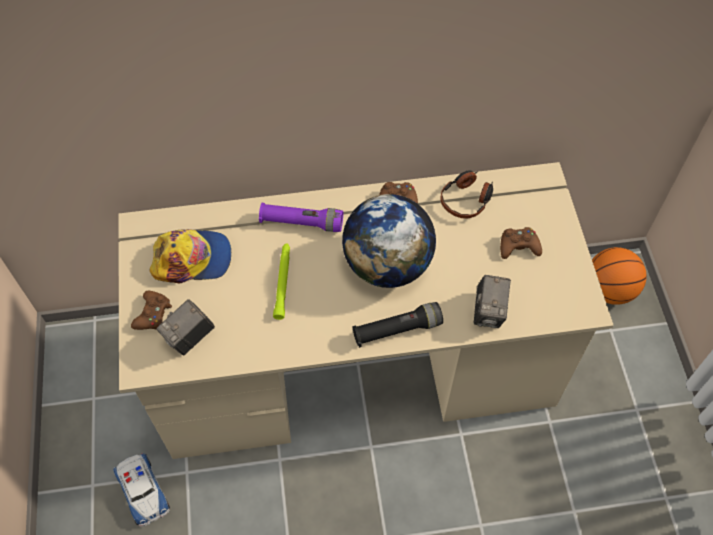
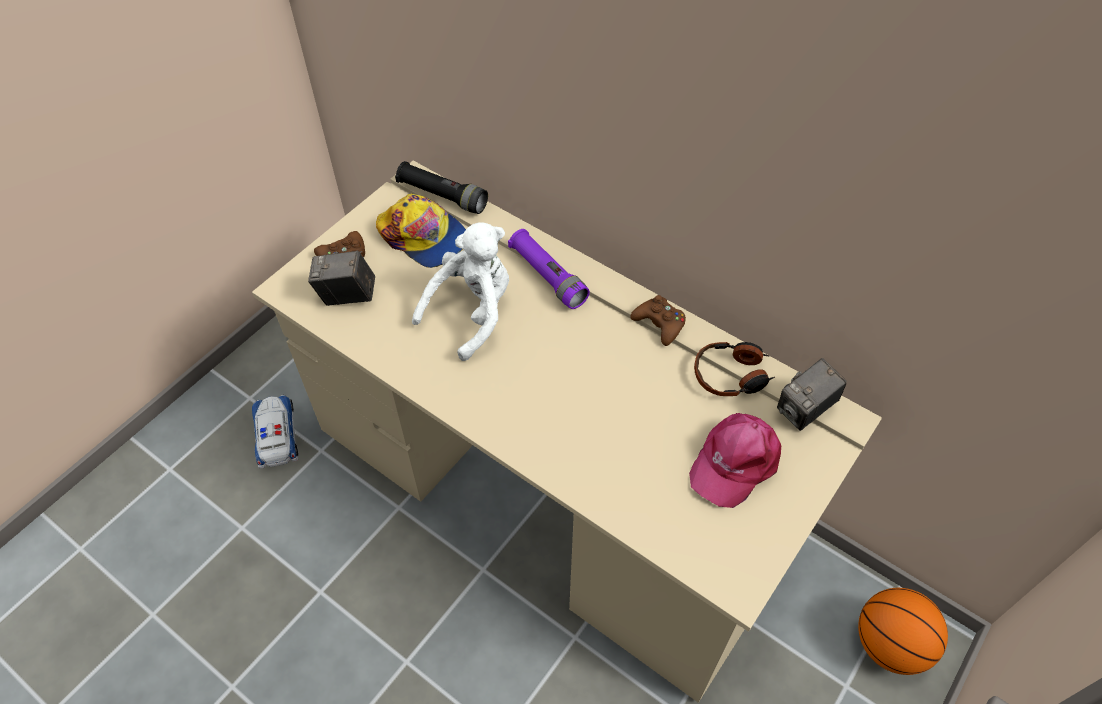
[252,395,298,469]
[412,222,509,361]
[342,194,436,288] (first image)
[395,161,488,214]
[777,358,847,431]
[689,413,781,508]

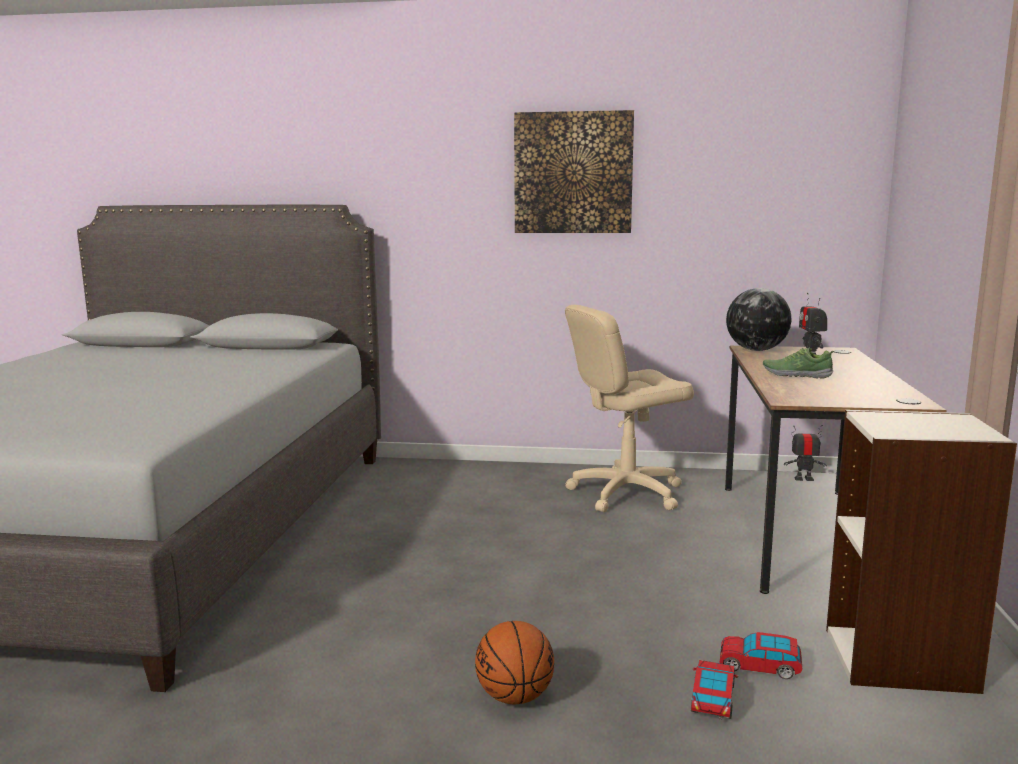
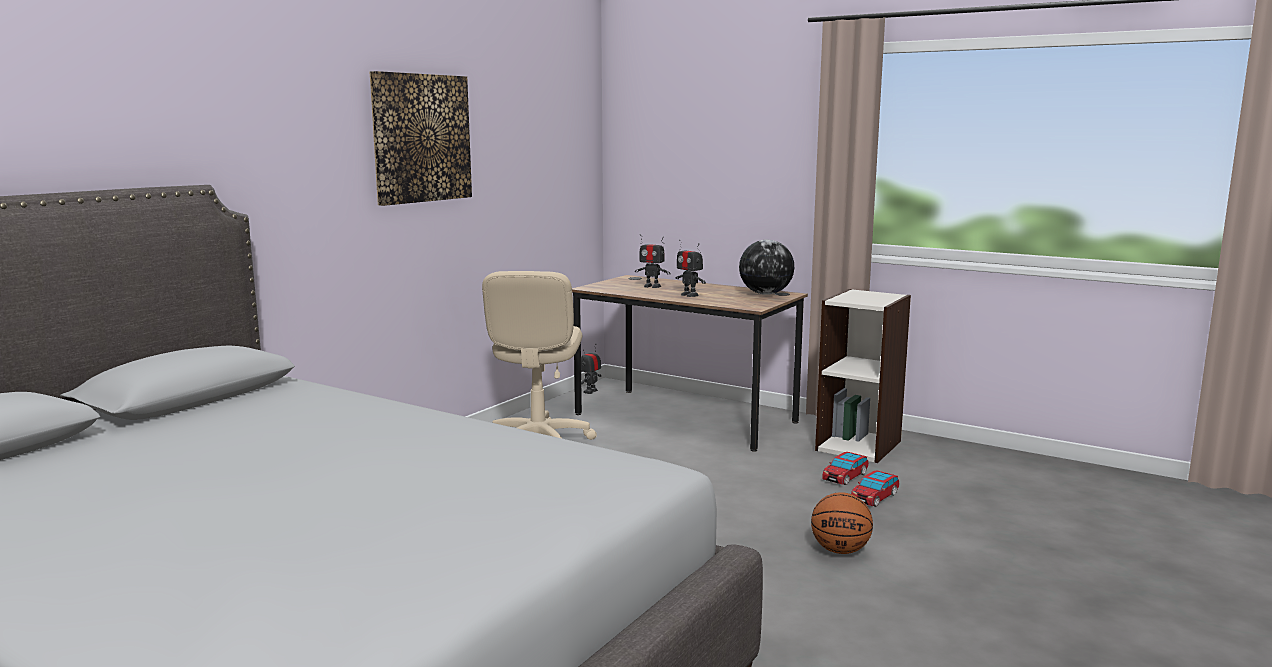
[851,470,899,507]
[739,240,794,295]
[675,240,706,297]

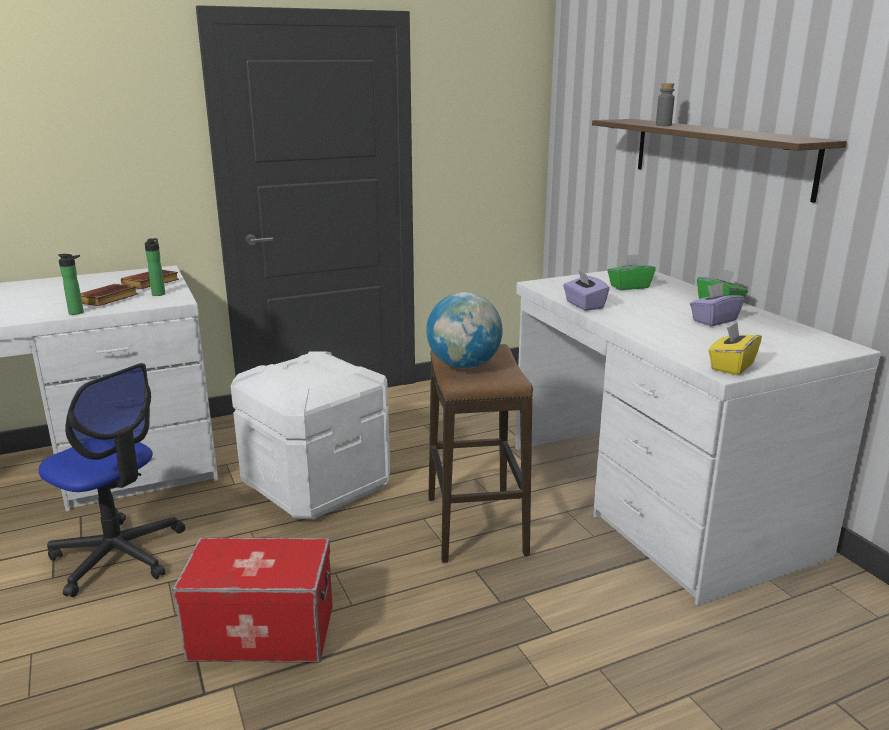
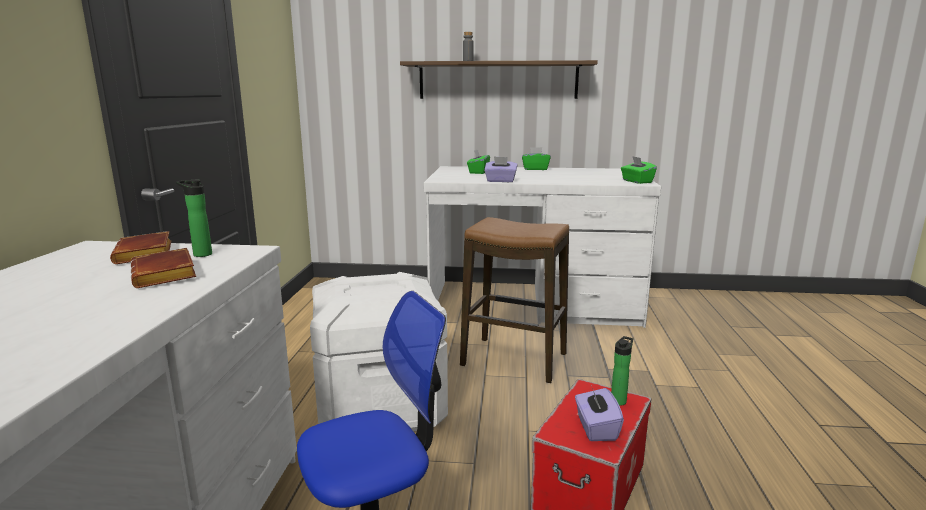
[611,336,633,405]
[426,292,502,369] (first image)
[575,385,624,441]
[621,156,657,184]

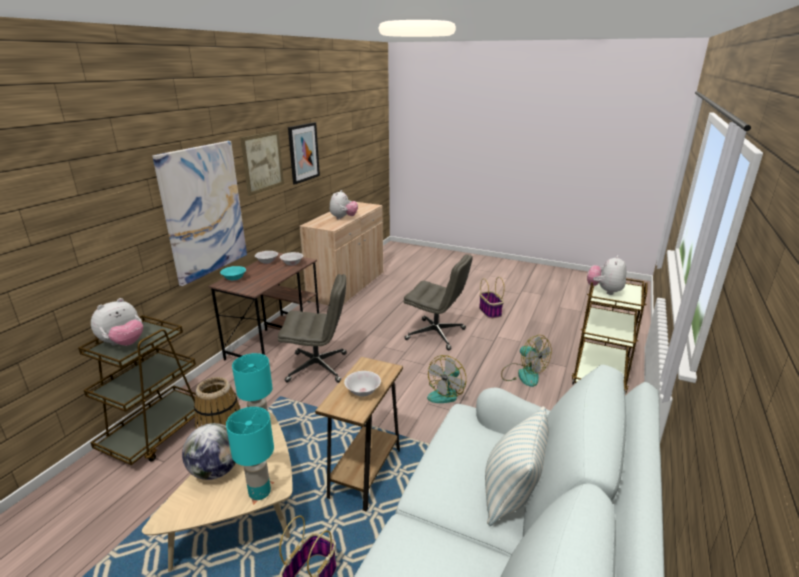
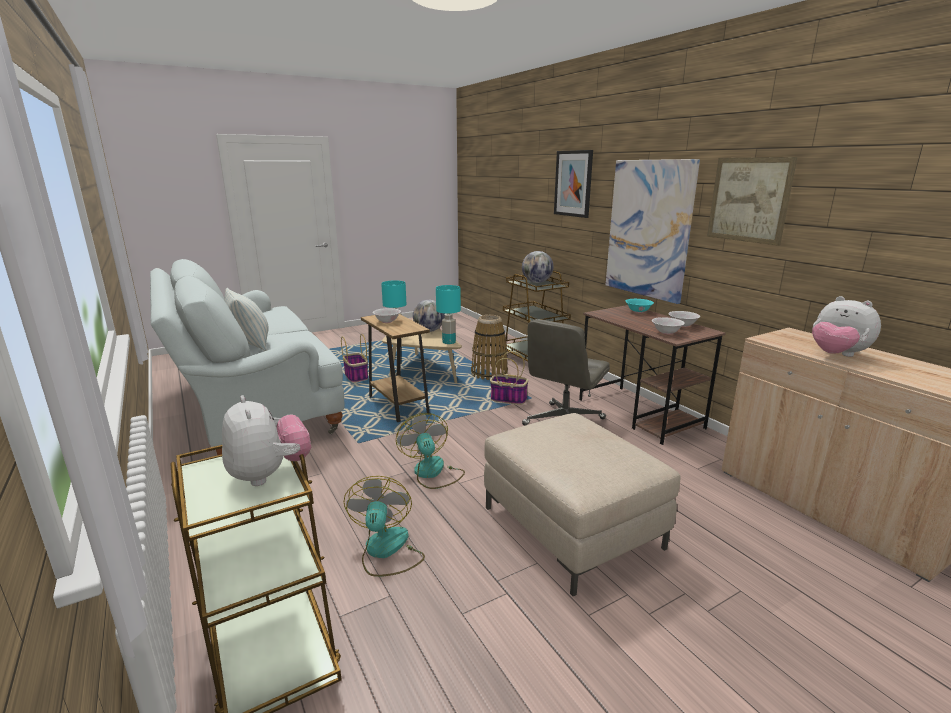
[522,251,553,283]
[554,150,593,218]
[484,413,680,597]
[490,351,528,405]
[344,476,425,577]

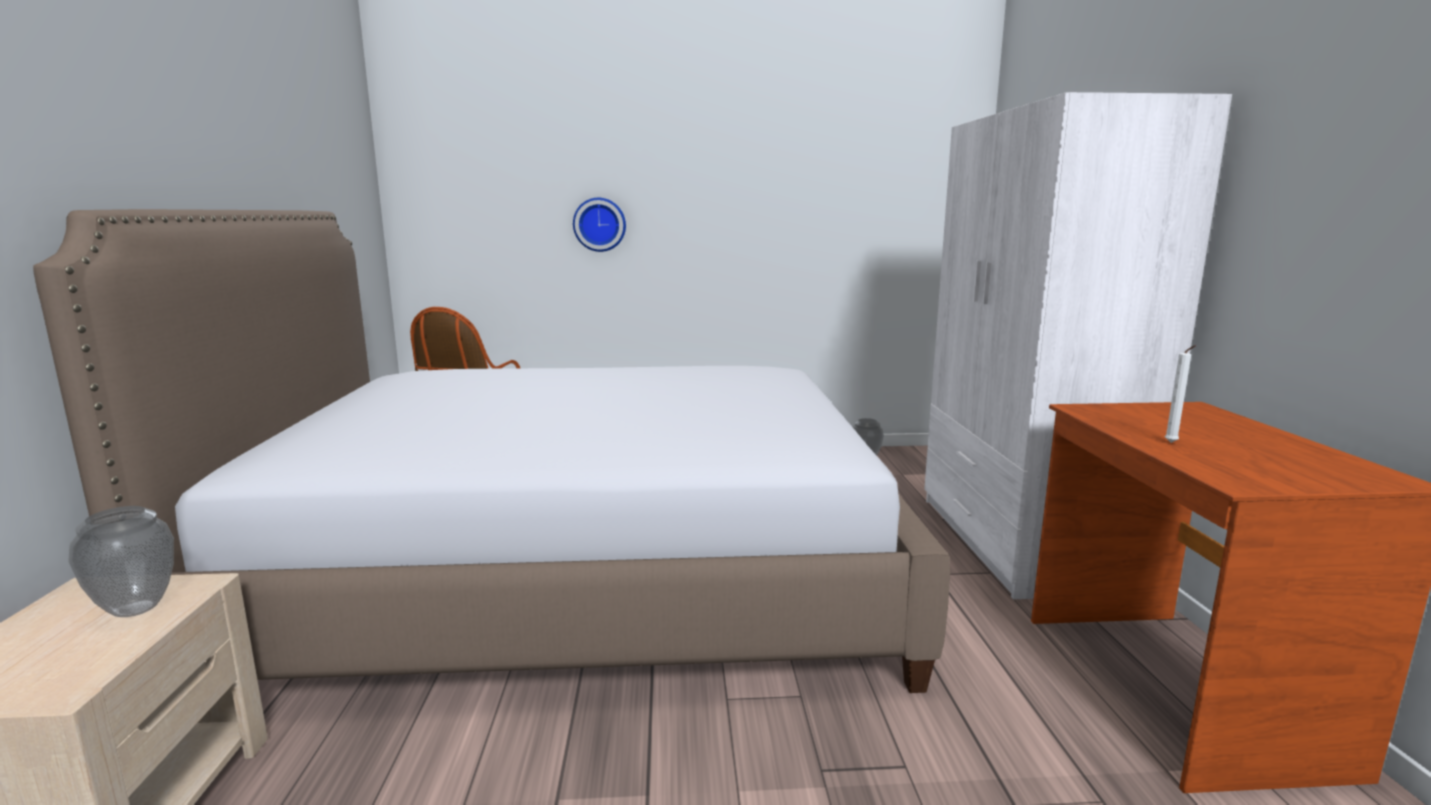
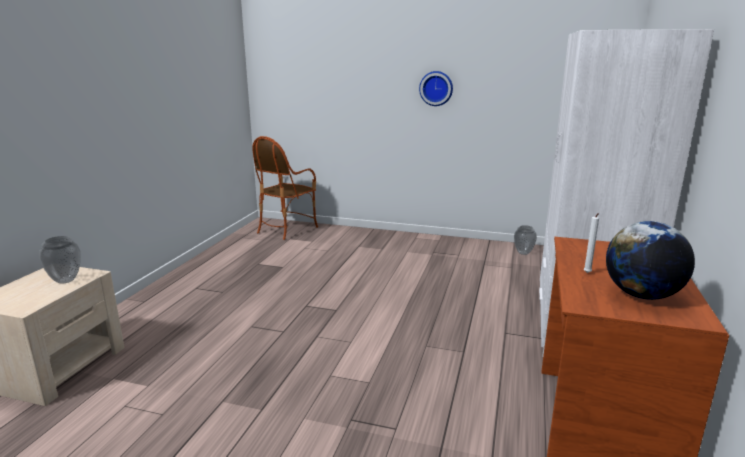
[33,209,950,693] (first image)
[419,71,453,106]
[606,221,695,300]

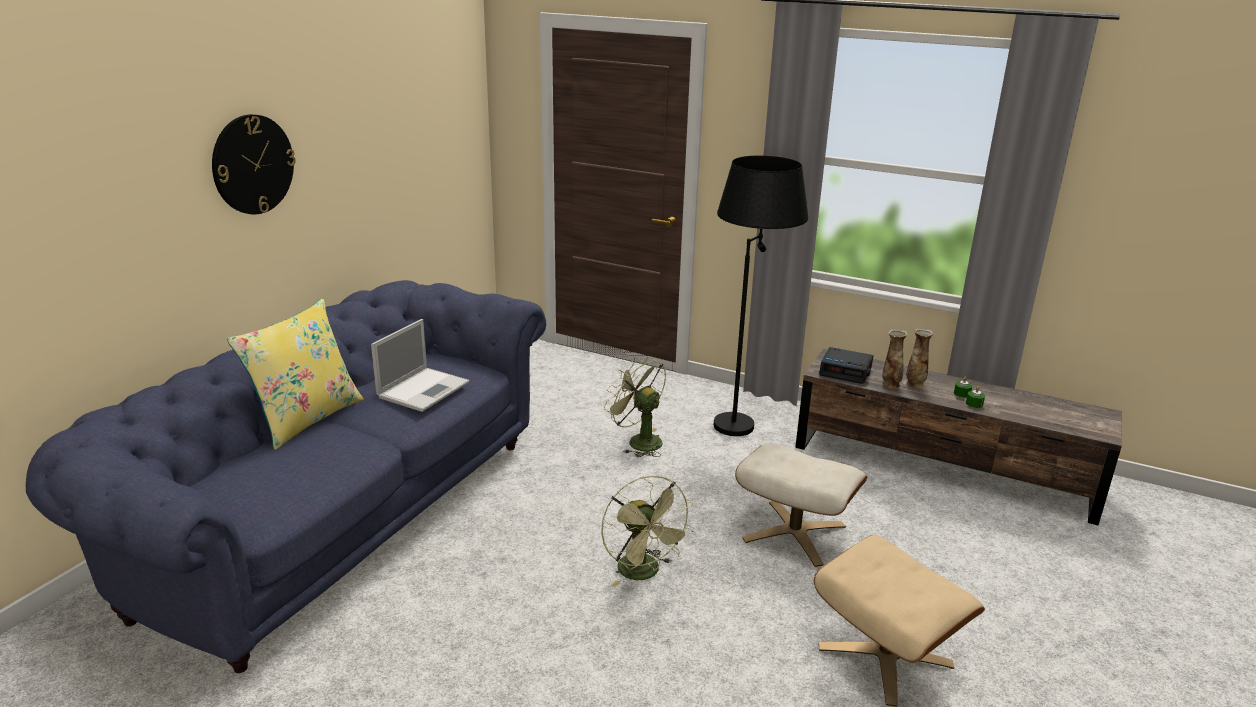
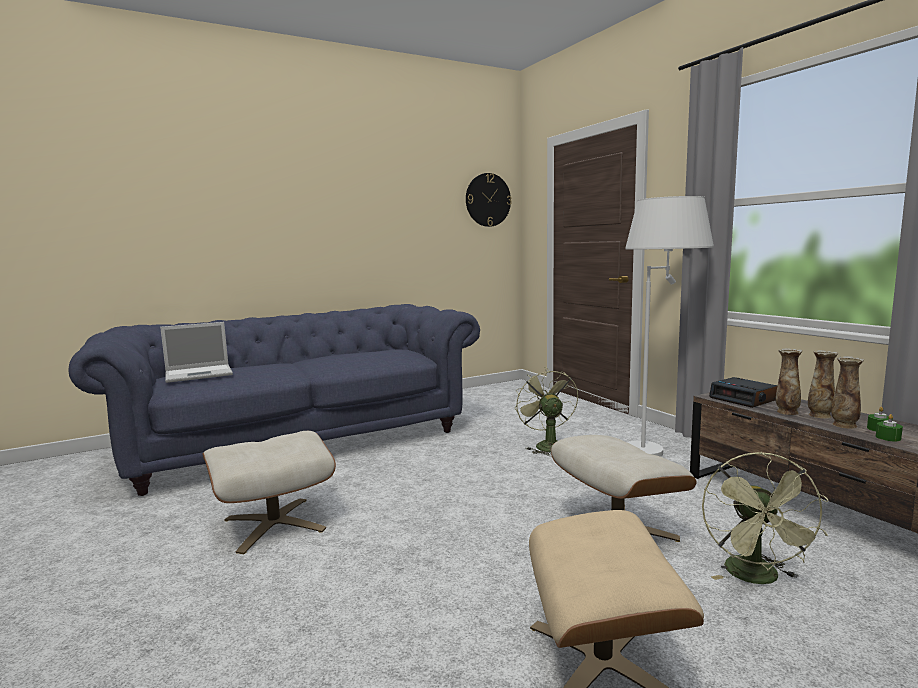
[466,173,512,227]
[227,299,363,450] (first image)
[160,322,233,383]
[702,452,829,584]
[625,196,714,457]
[202,431,336,554]
[831,356,864,429]

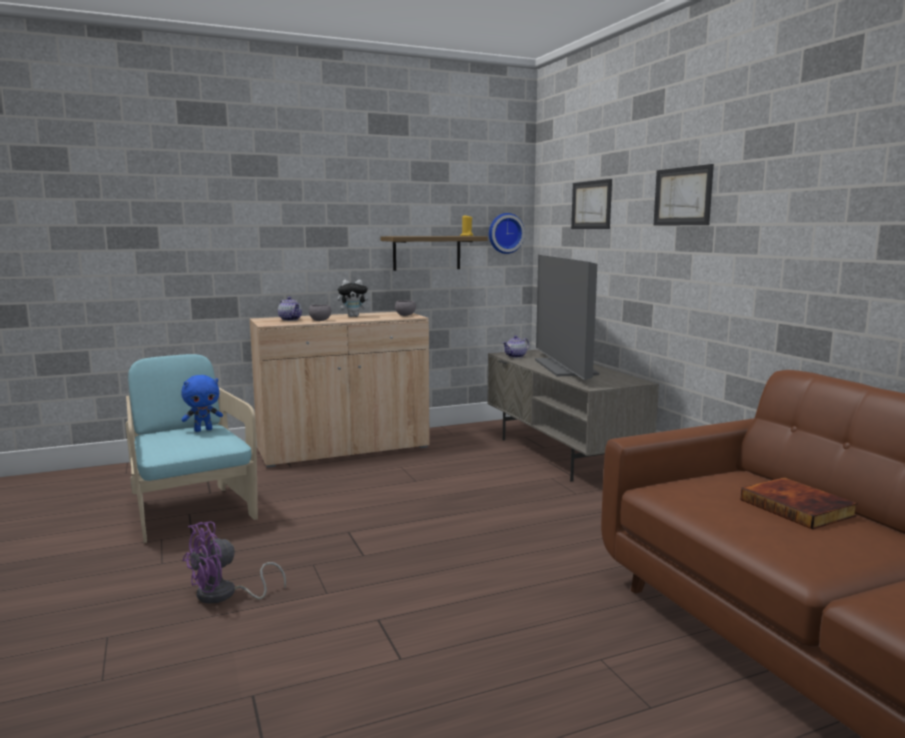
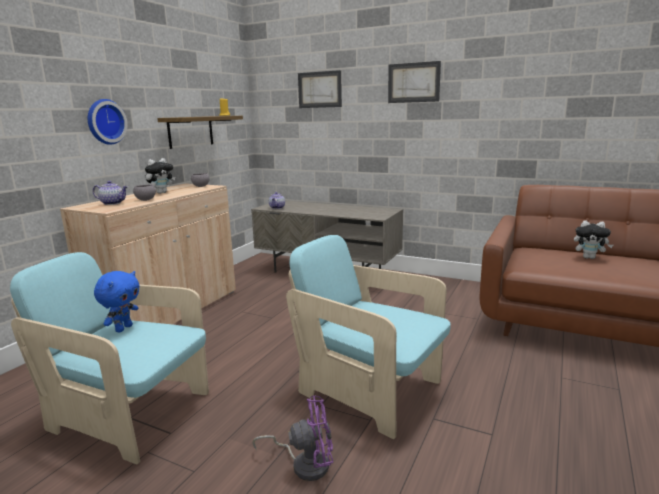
[252,396,333,481]
[88,99,128,145]
[535,255,599,380] (first image)
[574,220,613,259]
[286,235,451,439]

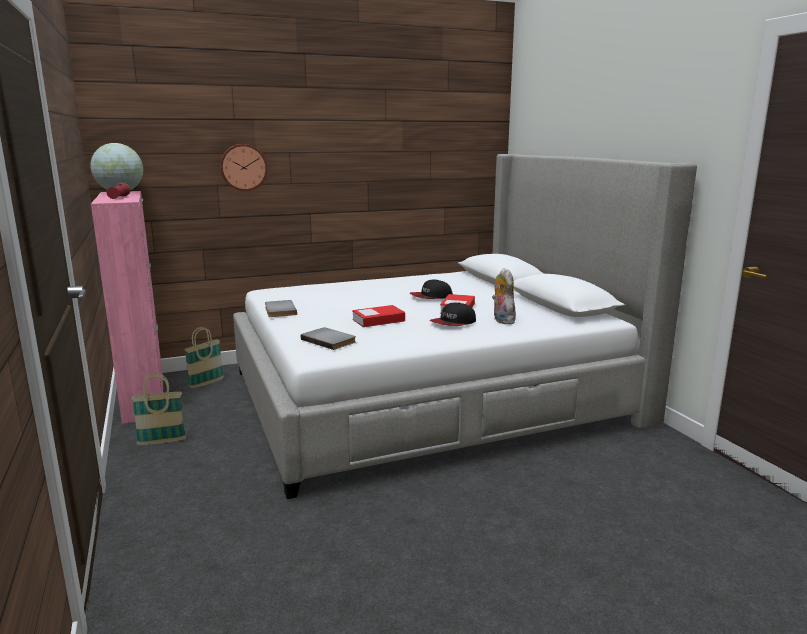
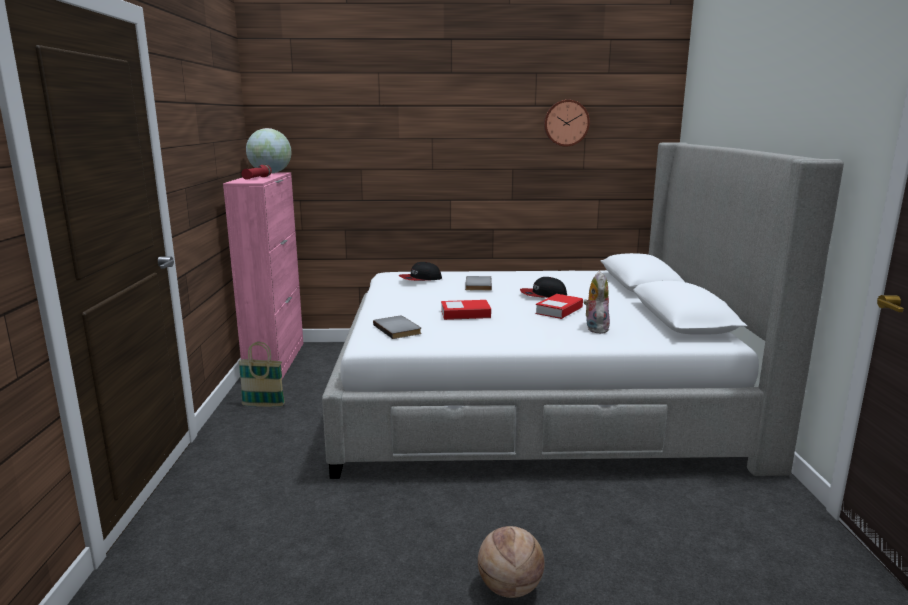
[184,327,224,388] (first image)
[544,100,590,147]
[465,276,492,291]
[399,262,442,281]
[478,526,545,598]

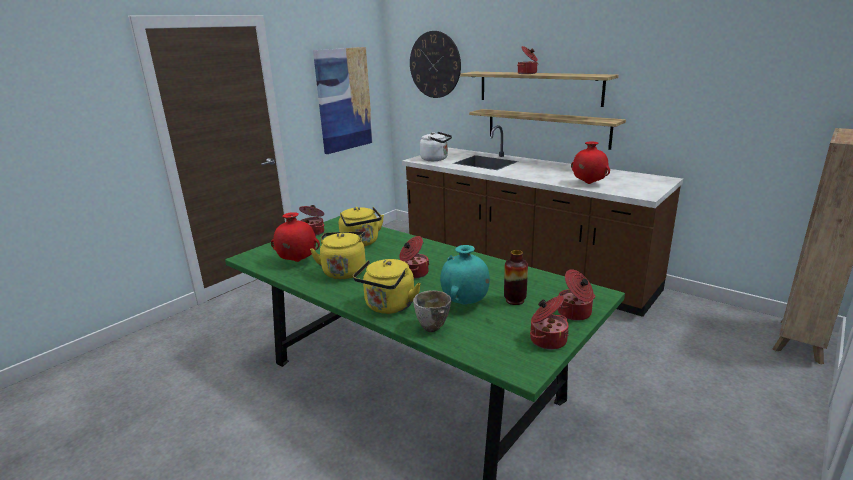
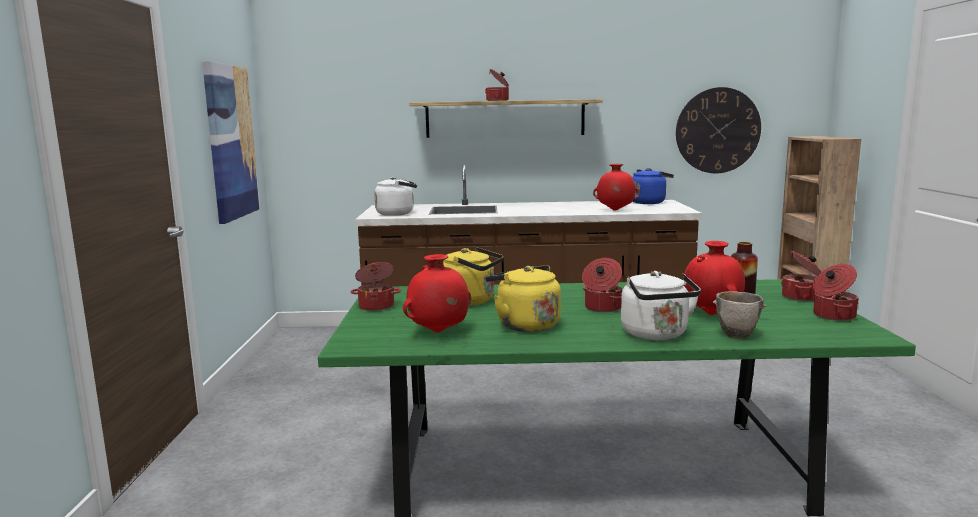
[621,271,701,340]
[676,87,761,173]
[683,241,745,315]
[469,109,626,150] (first image)
[632,168,674,204]

